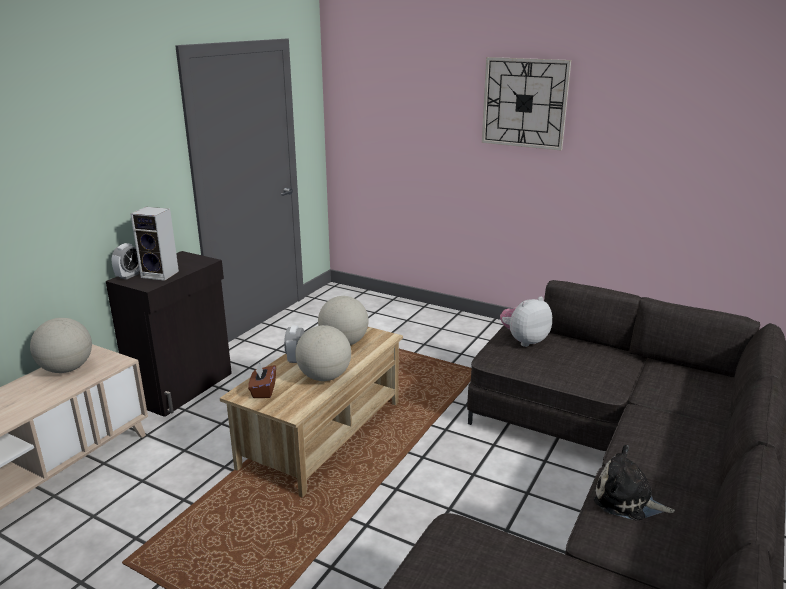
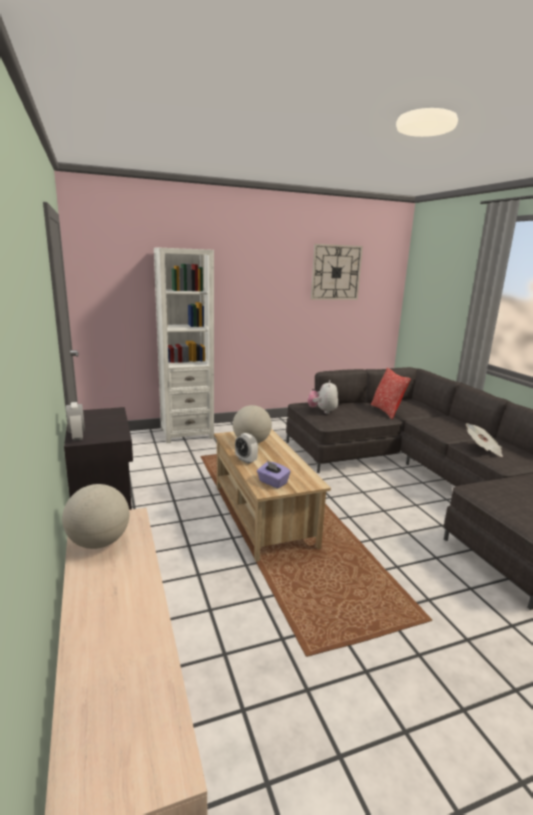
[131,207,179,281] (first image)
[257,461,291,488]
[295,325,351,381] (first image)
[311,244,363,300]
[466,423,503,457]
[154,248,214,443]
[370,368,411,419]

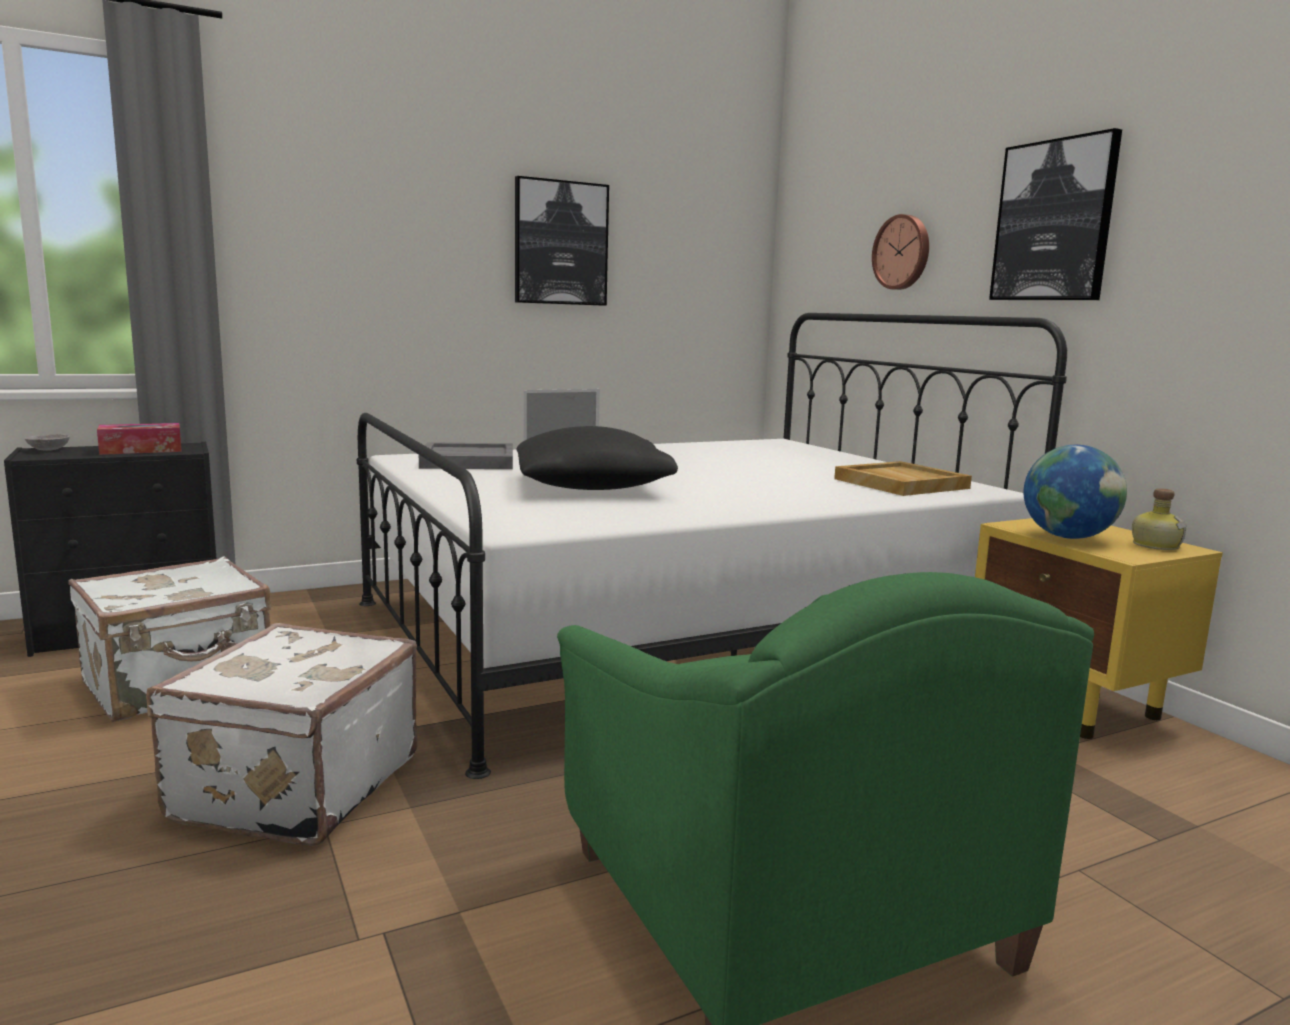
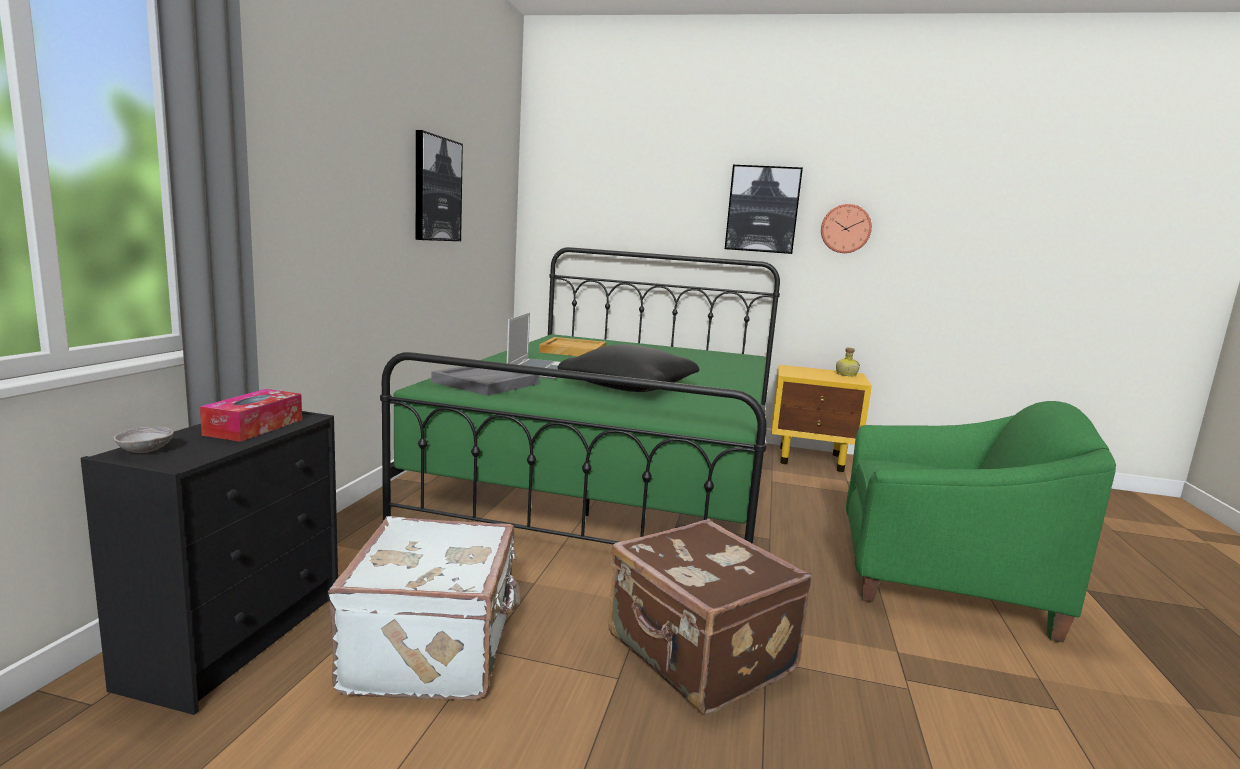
[608,519,812,715]
[380,247,780,544]
[539,337,606,356]
[821,204,872,253]
[1024,445,1127,539] (first image)

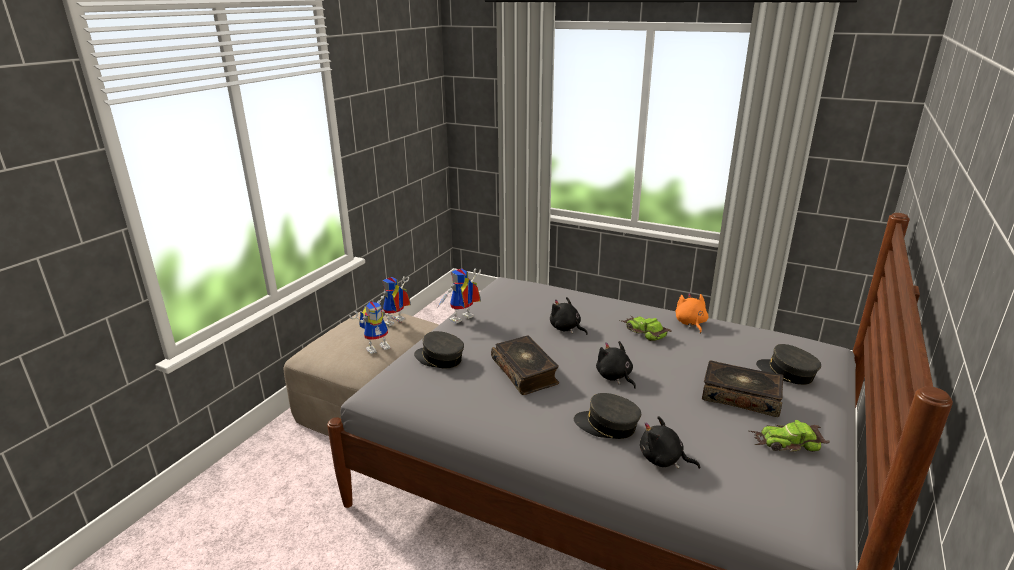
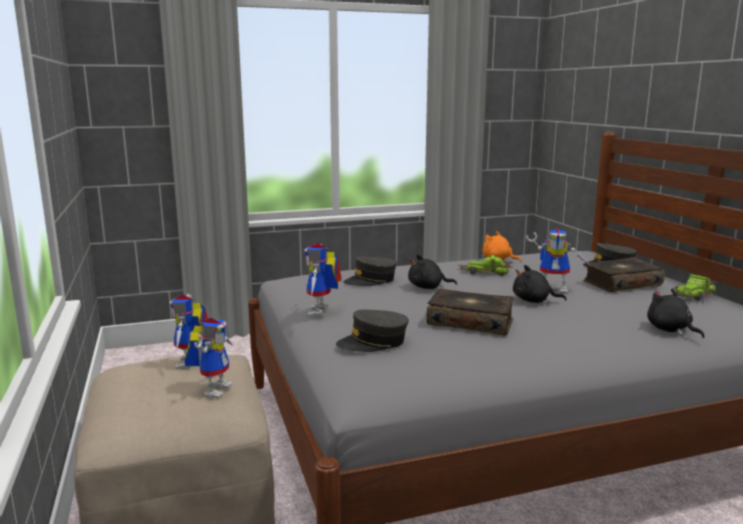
[343,257,397,286]
[647,289,705,338]
[526,227,591,293]

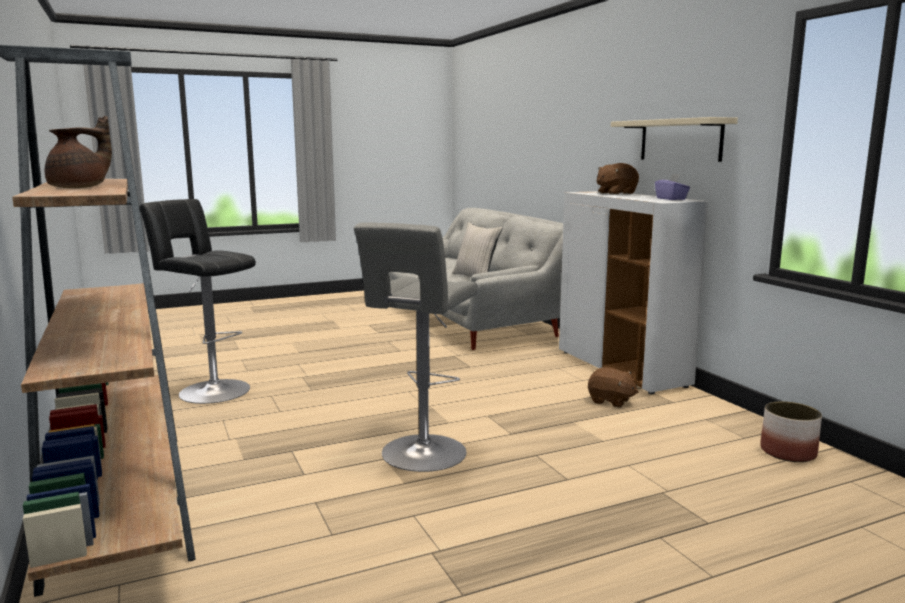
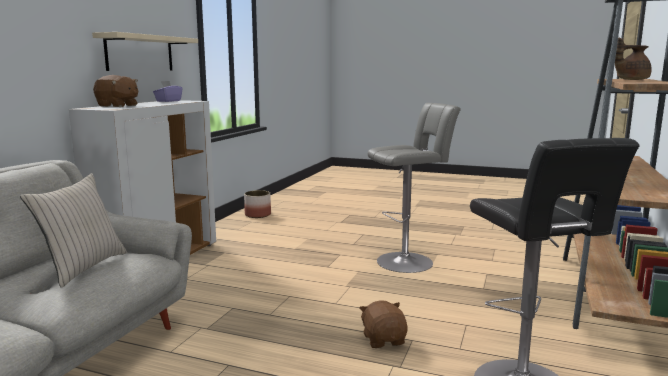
[359,301,408,348]

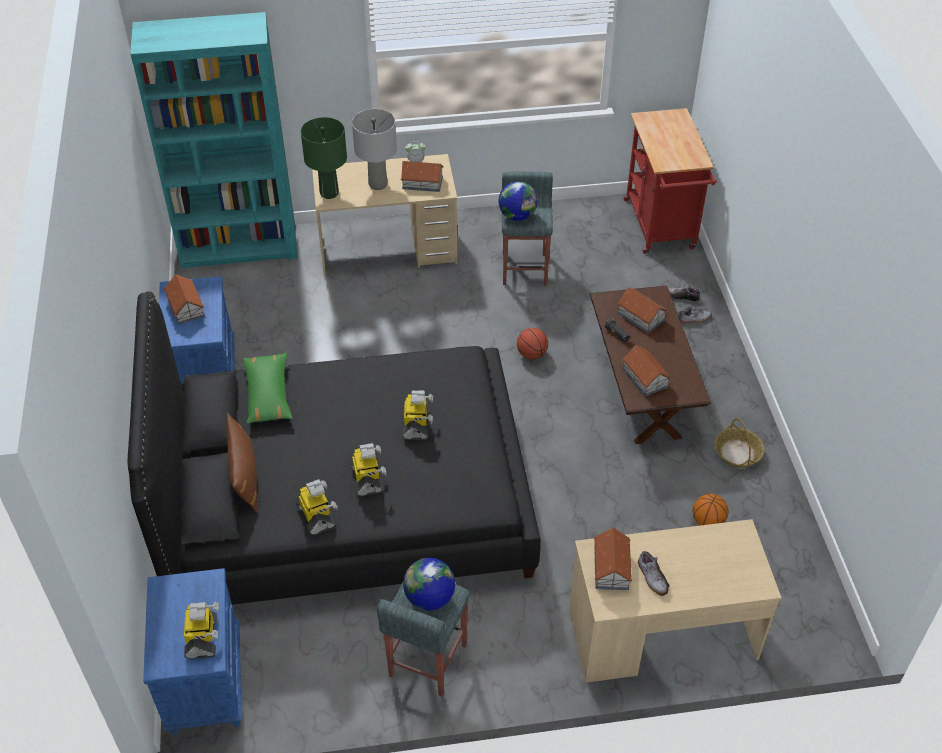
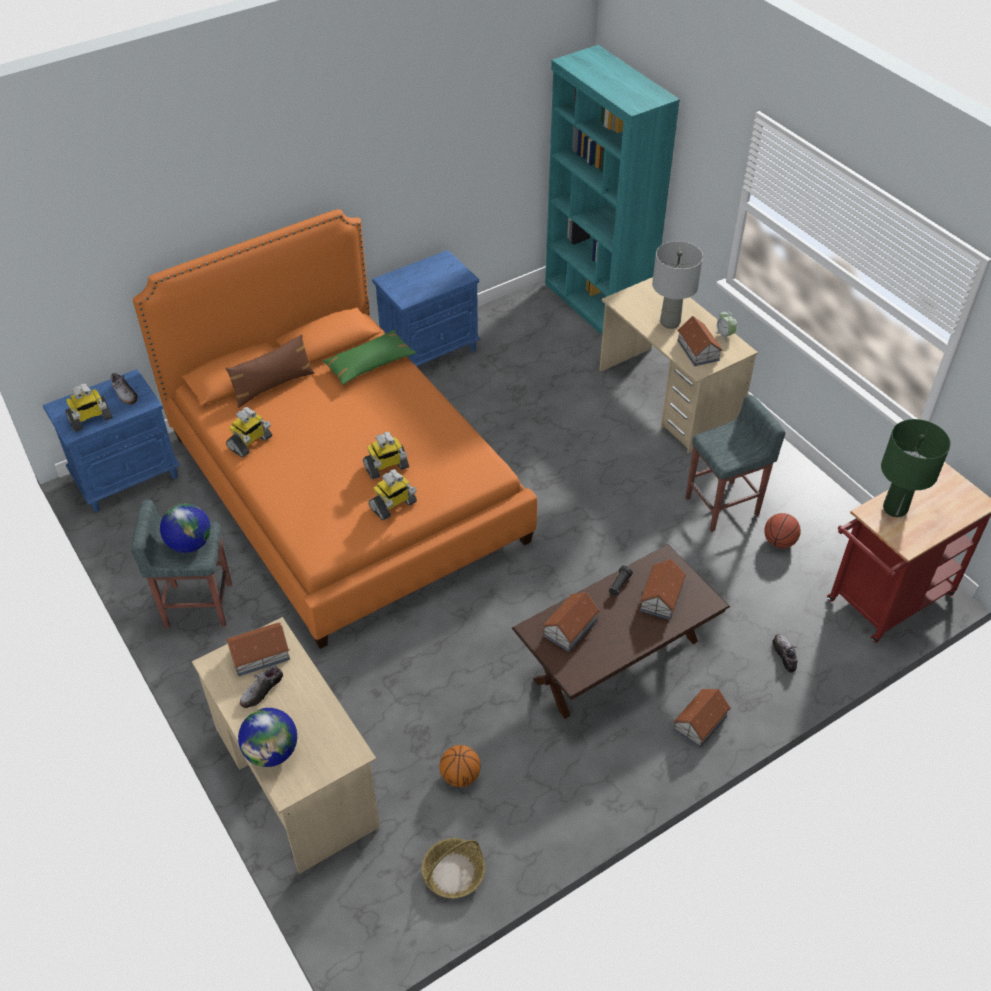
[133,209,537,649]
[674,689,731,748]
[881,419,951,517]
[368,469,417,521]
[238,708,297,767]
[764,513,801,548]
[110,373,138,405]
[422,838,485,898]

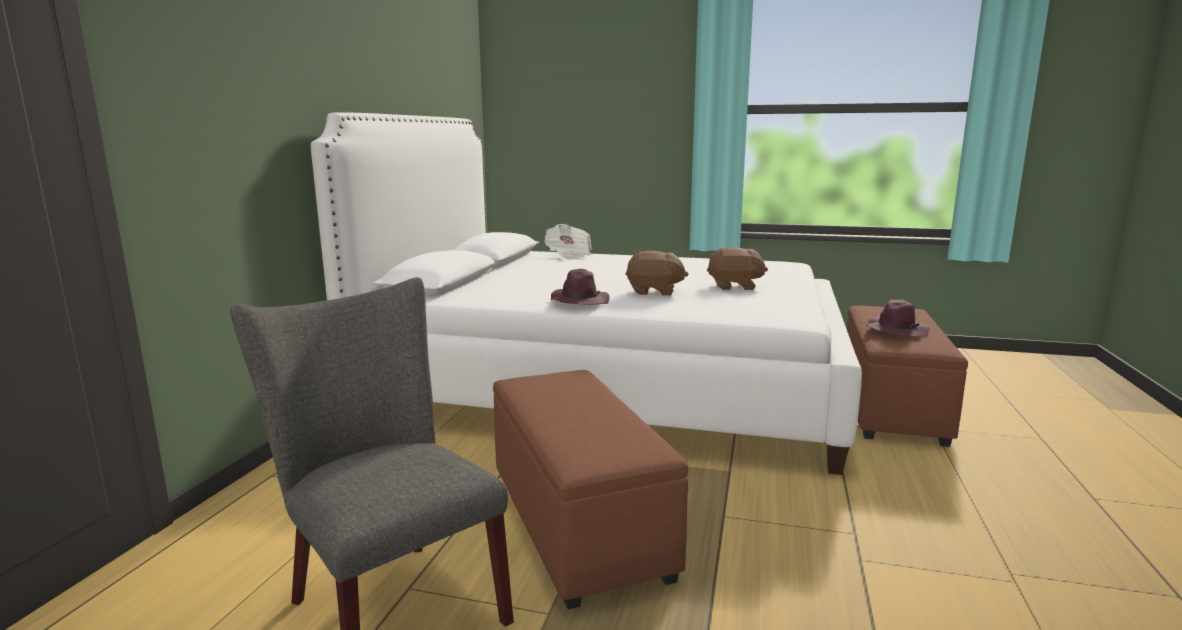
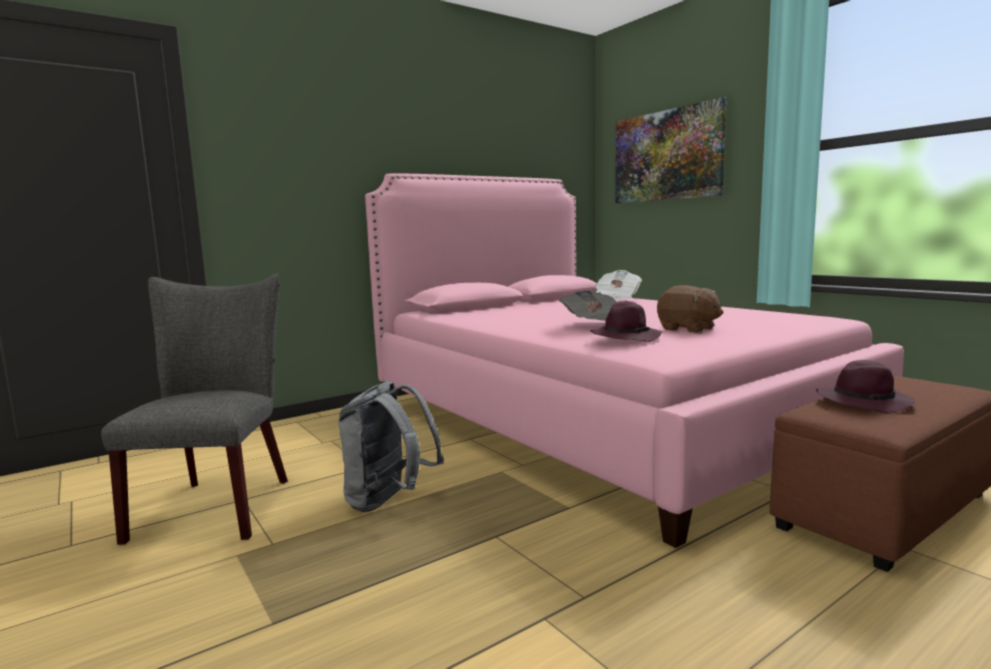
[365,173,904,548]
[338,380,444,512]
[590,301,662,342]
[559,291,618,321]
[615,97,726,203]

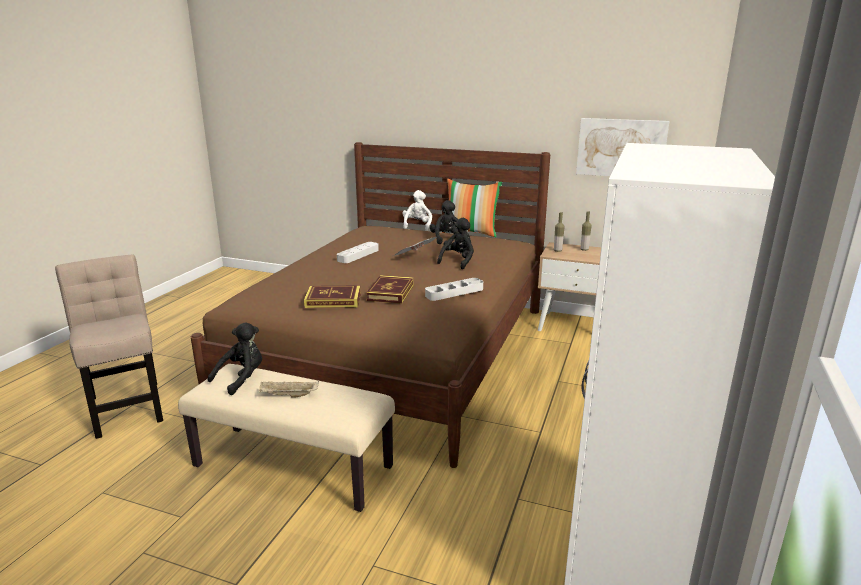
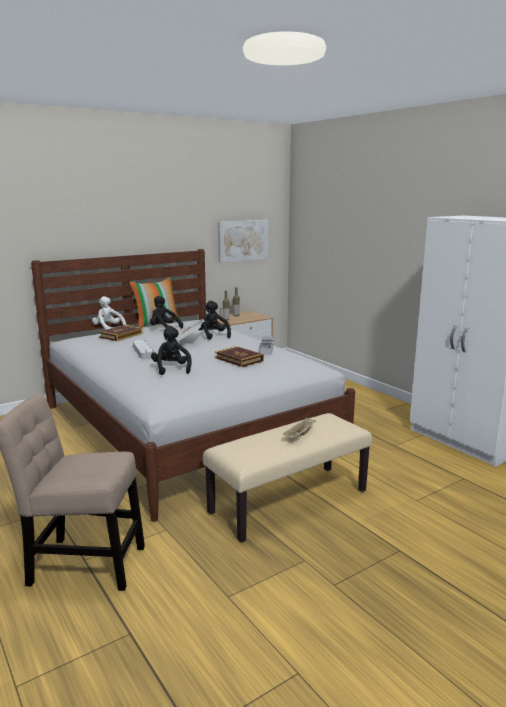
[31,249,355,522]
[151,326,192,375]
[99,325,143,341]

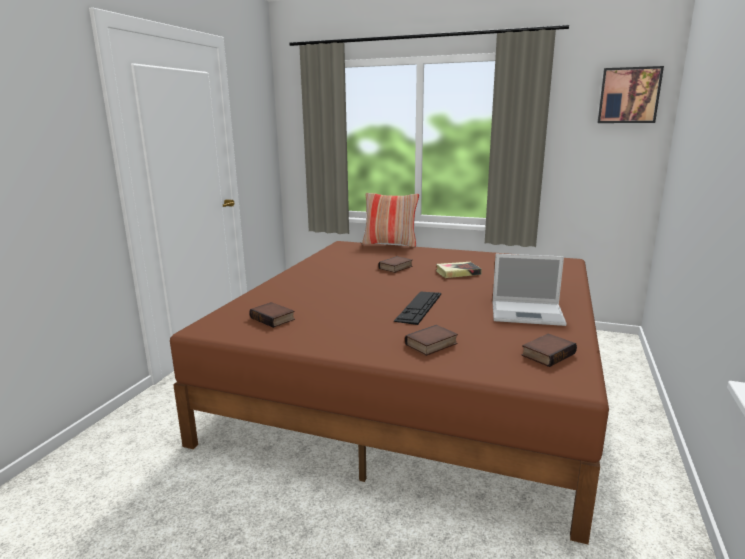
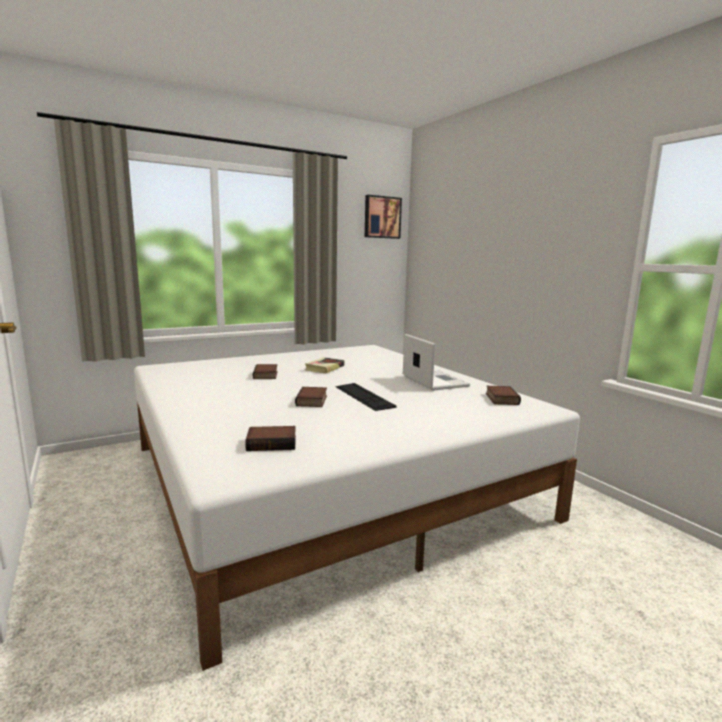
[134,345,580,671]
[362,193,419,247] (first image)
[295,387,327,407]
[403,334,470,391]

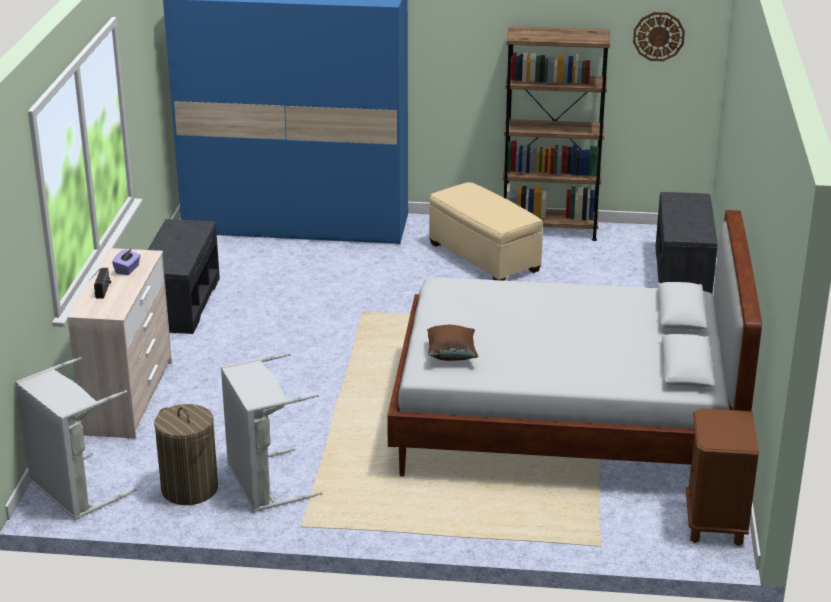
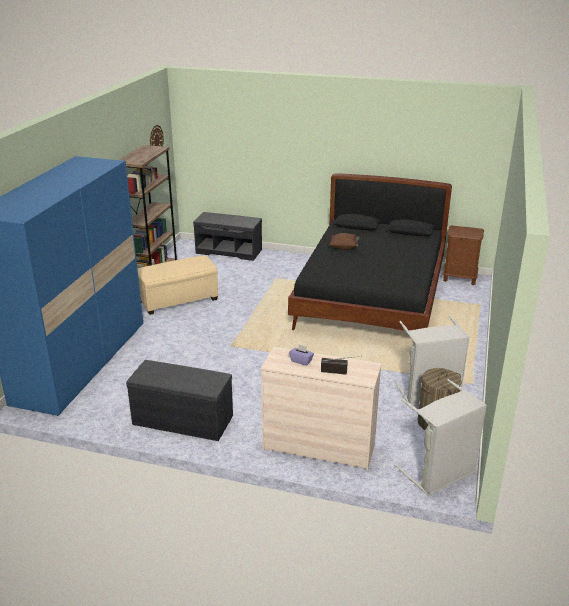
[288,173,452,331]
[330,233,360,250]

